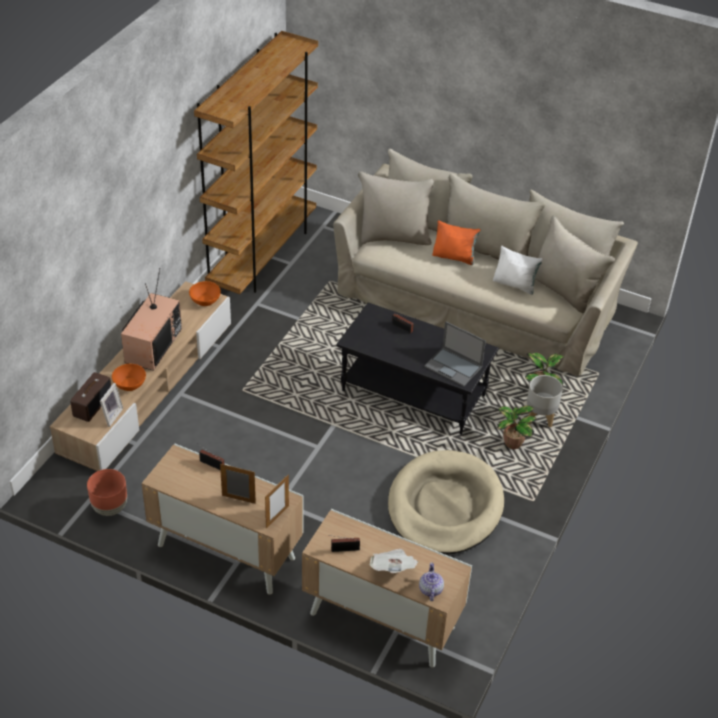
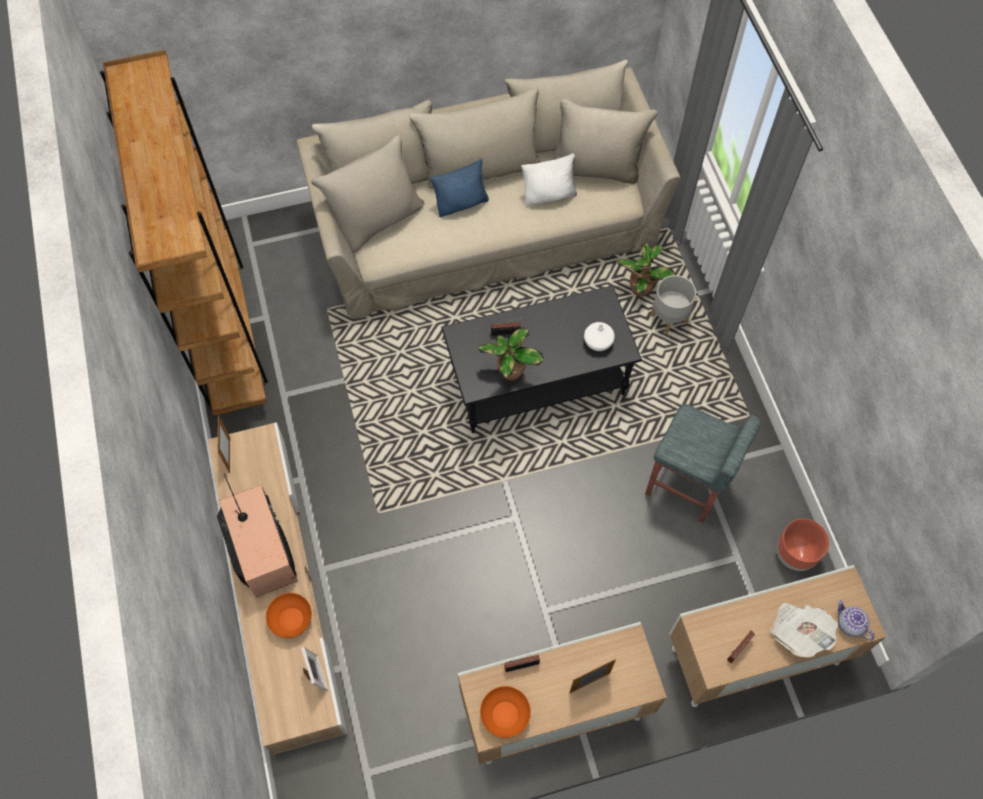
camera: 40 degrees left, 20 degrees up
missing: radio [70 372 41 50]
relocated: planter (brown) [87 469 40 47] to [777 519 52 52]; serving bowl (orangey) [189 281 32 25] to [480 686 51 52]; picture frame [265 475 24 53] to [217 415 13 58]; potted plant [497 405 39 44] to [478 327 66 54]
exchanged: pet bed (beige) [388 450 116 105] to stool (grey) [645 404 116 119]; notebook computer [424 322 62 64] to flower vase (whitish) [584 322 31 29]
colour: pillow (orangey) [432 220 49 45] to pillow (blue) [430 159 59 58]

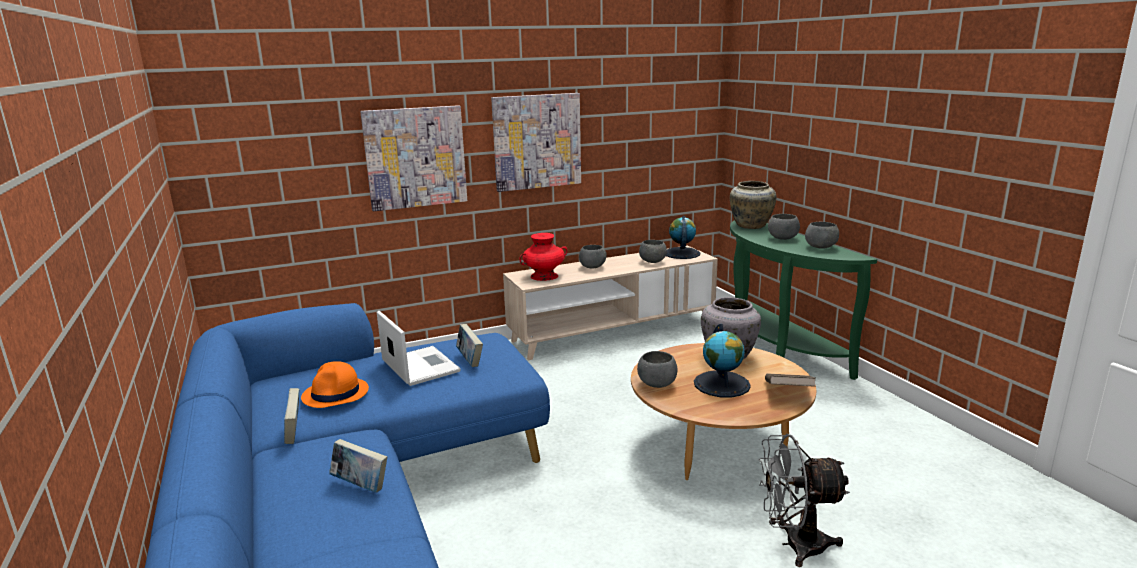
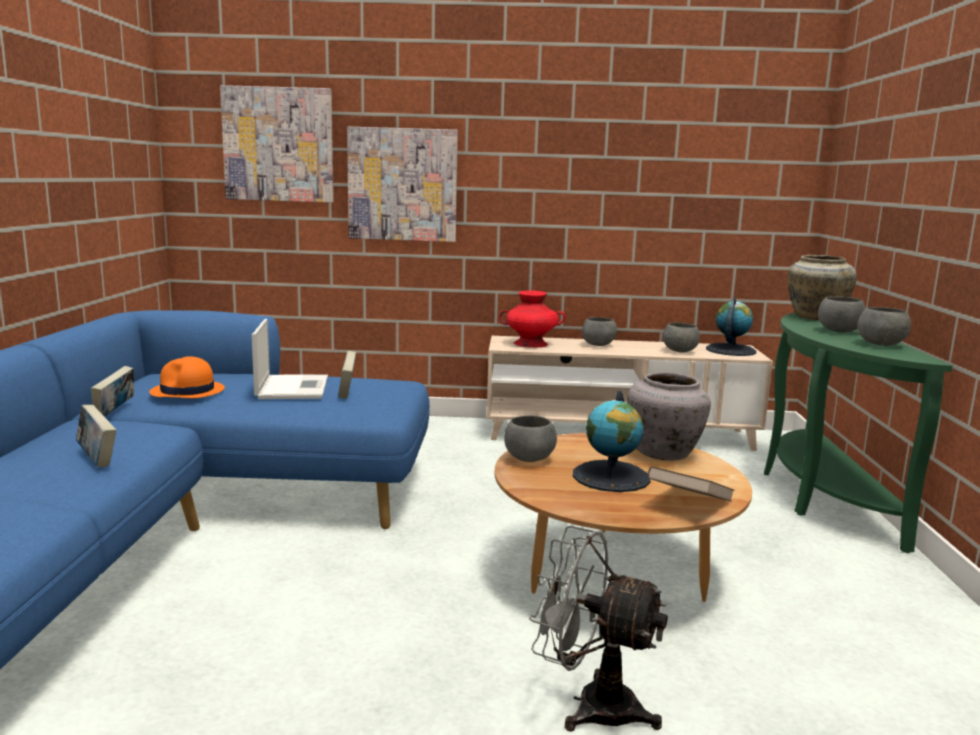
camera: 25 degrees right, 5 degrees down
relocated: picture [491 93 90 99] to [220 85 114 118]

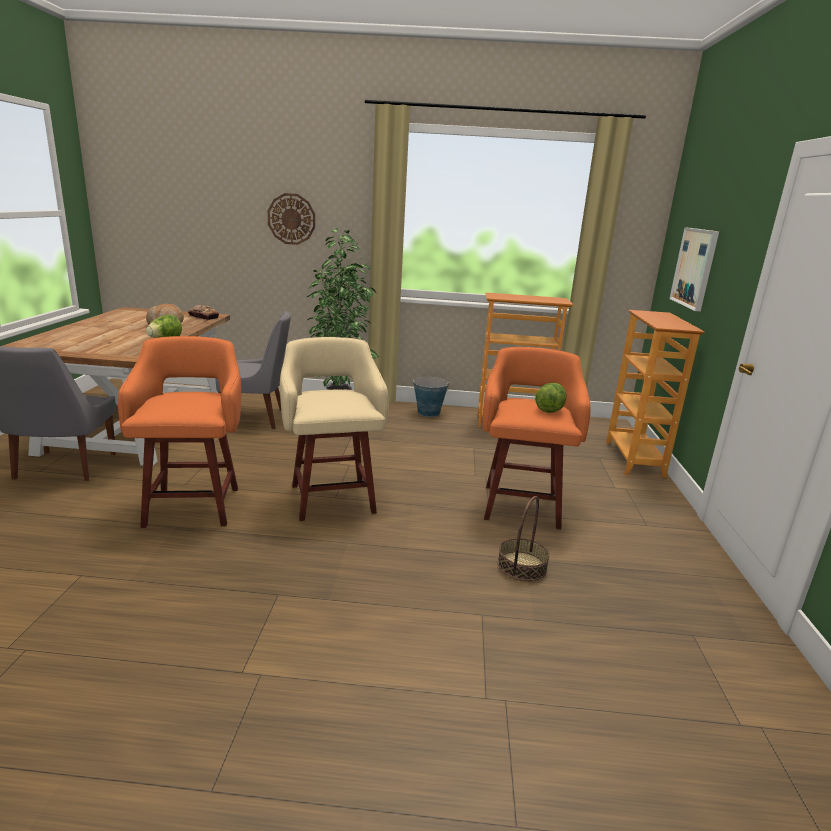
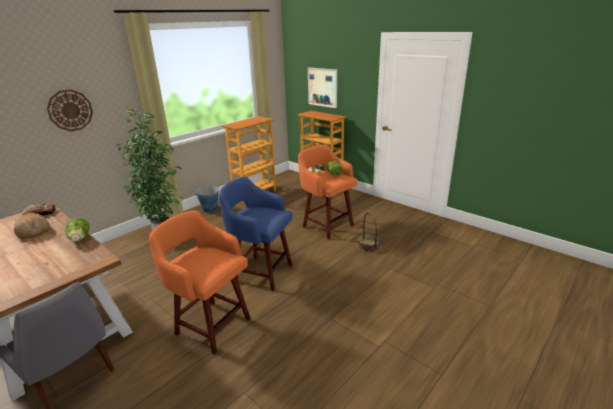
camera: 50 degrees left, 5 degrees up
missing: chair (grey) [216 311 75 118]
colour: stool (beige) [280 337 109 184] to stool (blue) [219 177 74 114]

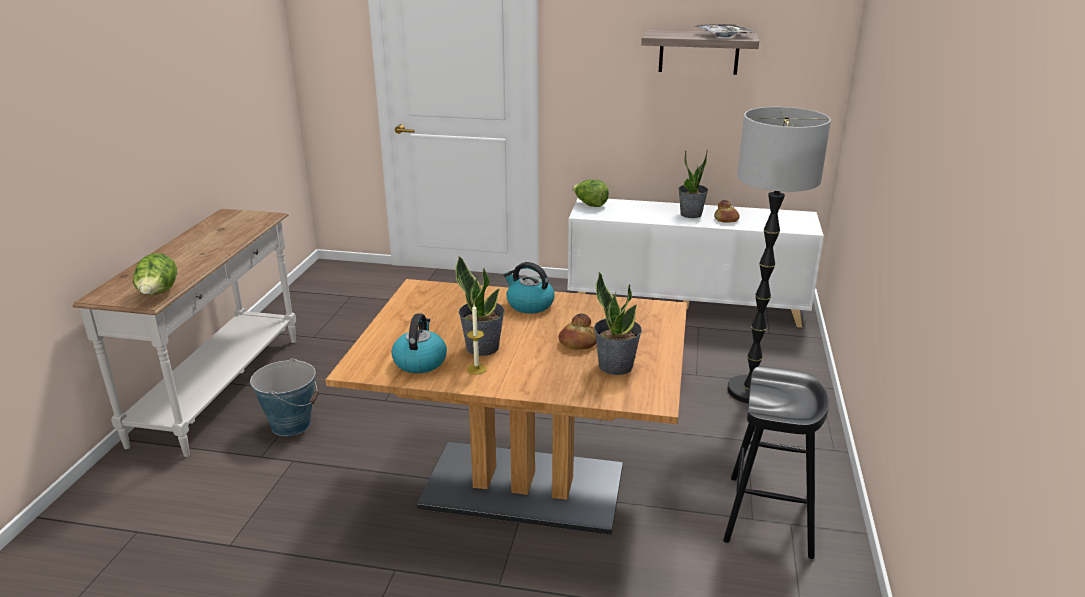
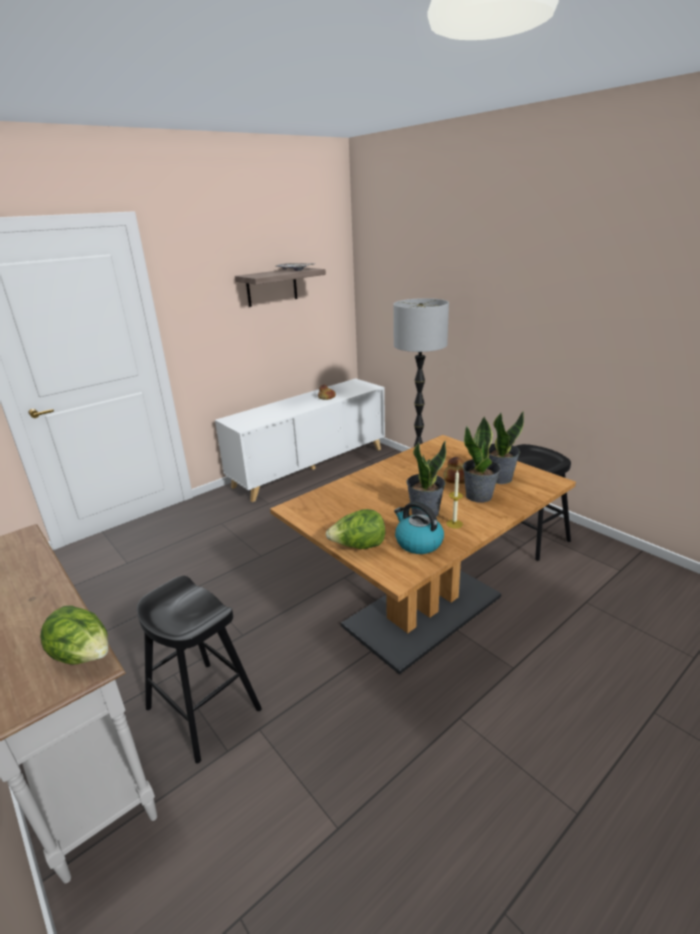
camera: 50 degrees left, 0 degrees up
missing: kettle [504 262 51 51]
relocated: head of lettuce [572 180 37 27] to [326 509 59 40]; potted plant [678 150 30 68] to [463 416 37 87]
exchanged: pail [250 358 69 78] to stool (black) [137 576 125 188]

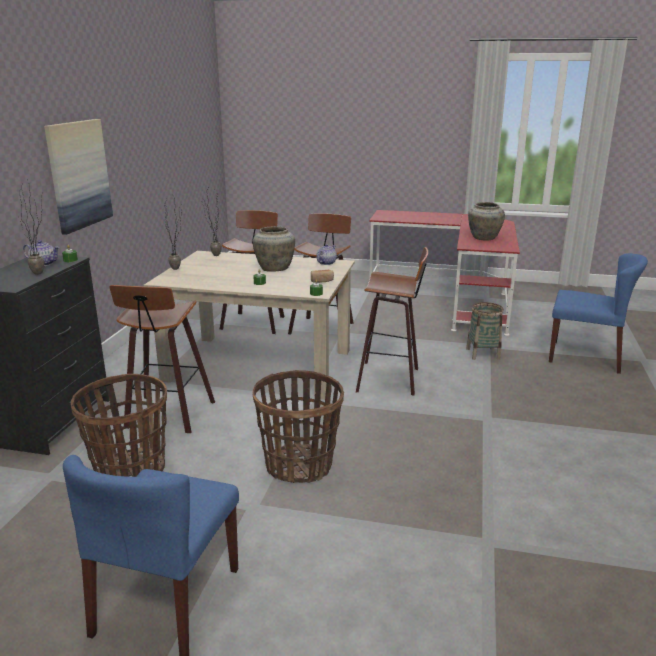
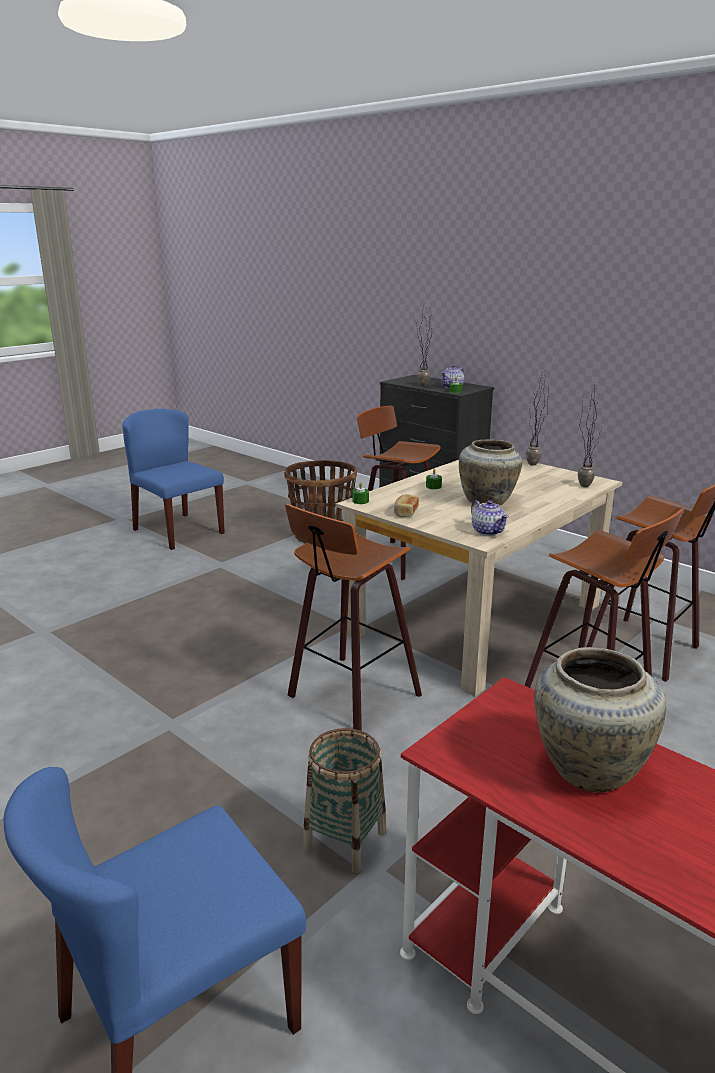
camera: 120 degrees right, 0 degrees up
missing: picture [44 119 69 116]; storage basket [252 370 92 113]

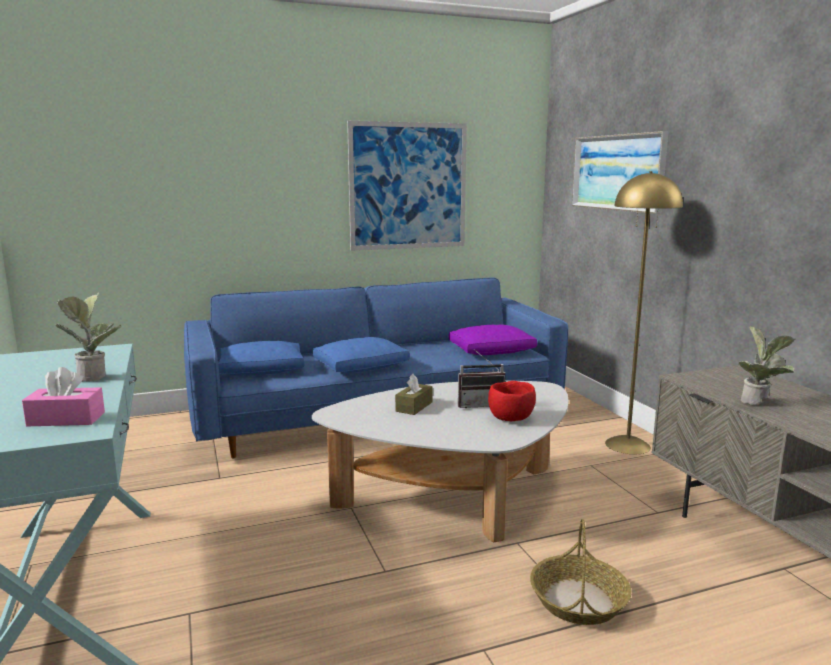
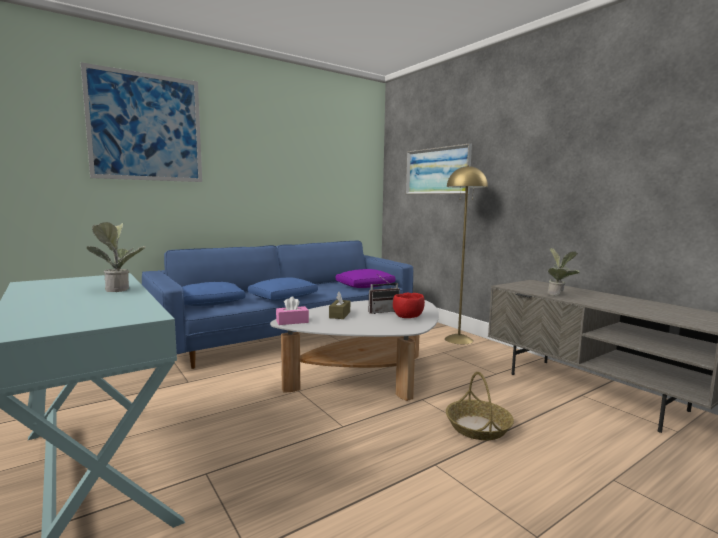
camera: 15 degrees left, 5 degrees down
relocated: tissue box (pink) [22 367 83 59] to [276 297 33 28]; picture [347 121 120 130] to [81 62 121 120]

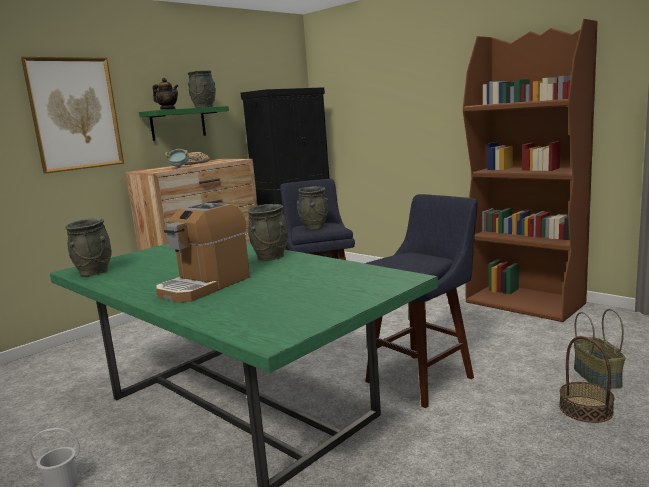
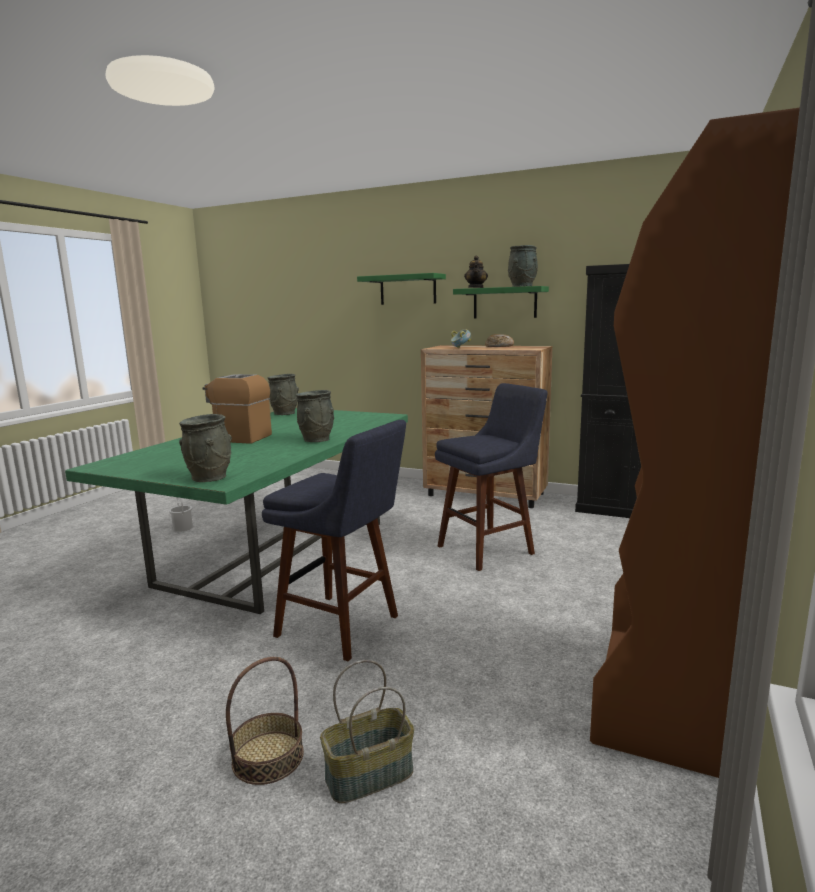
camera: 70 degrees right, 0 degrees up
relocated: flower vase (grey) [297 186 31 44] to [179 414 53 68]
exchanged: picture [21 57 103 117] to wall shelf (green) [357 273 89 32]

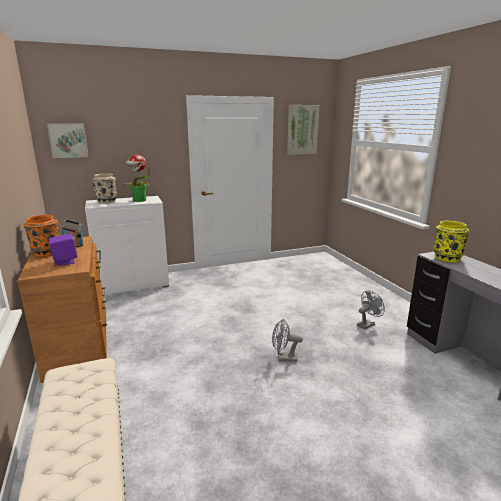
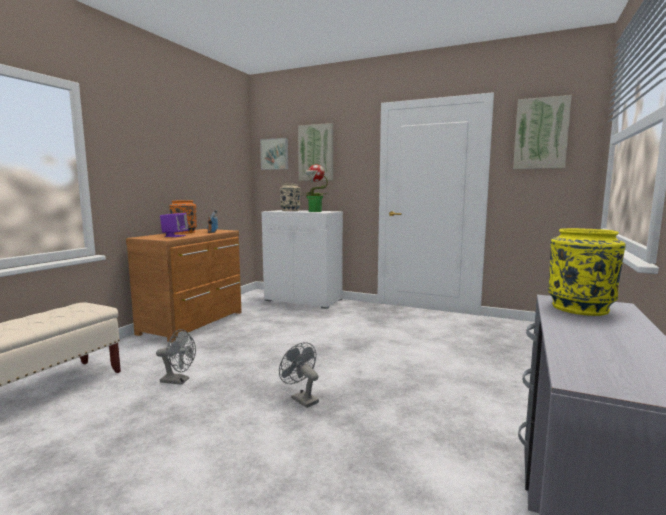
camera: 45 degrees right, 10 degrees down
appeared: picture [298 123 35 58]
relocated: cooling fan (grey) [357 291 28 38] to [156 329 40 56]

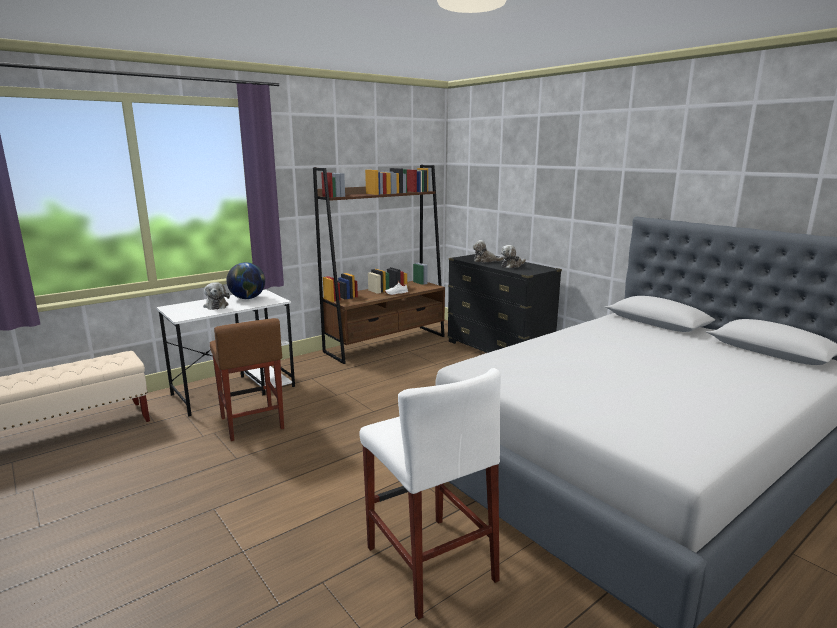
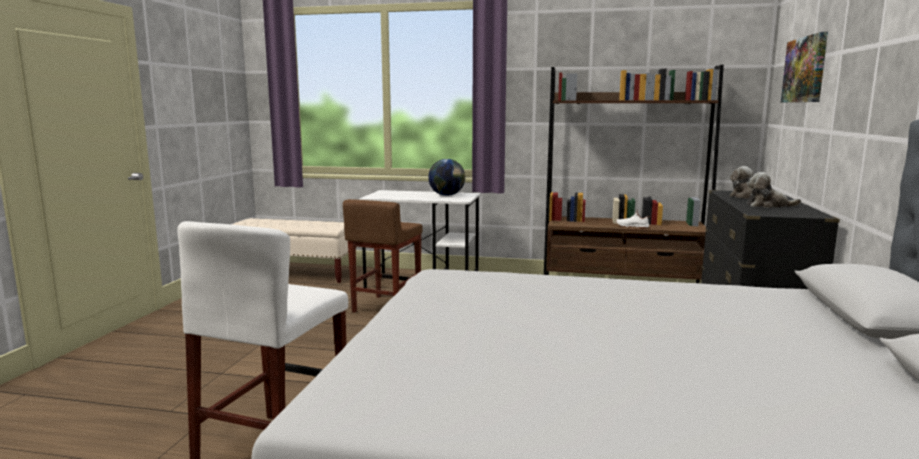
camera: 50 degrees right, 5 degrees down
missing: plush toy [203 282 27 28]
appeared: picture [781 32 47 70]

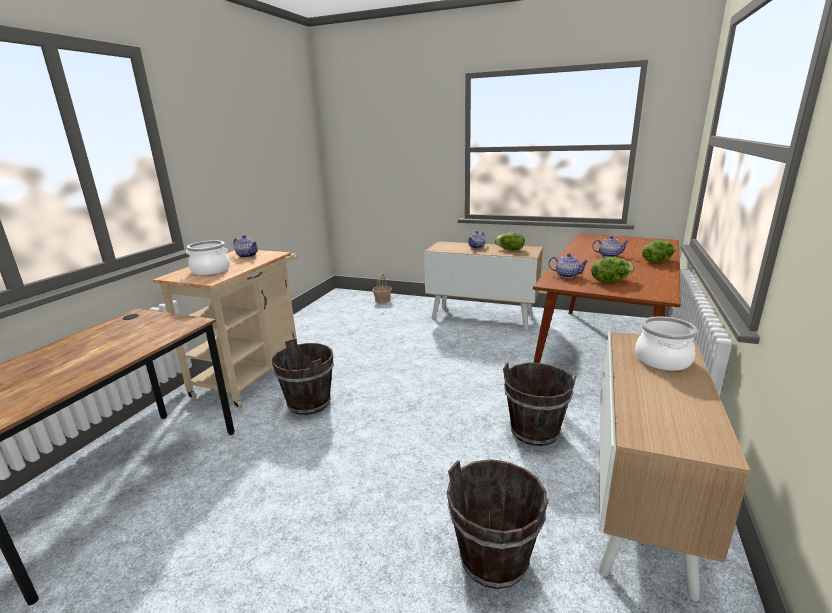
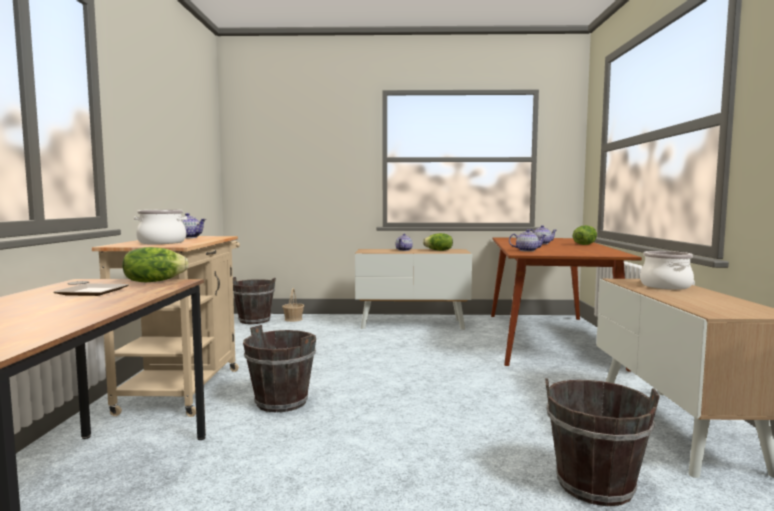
camera: 20 degrees left, 15 degrees down
appeared: plate [53 283 76 13]
relocated: pail (brown) [503 363 74 83] to [233 277 43 47]; head of lettuce [591 257 43 25] to [122 247 67 36]

